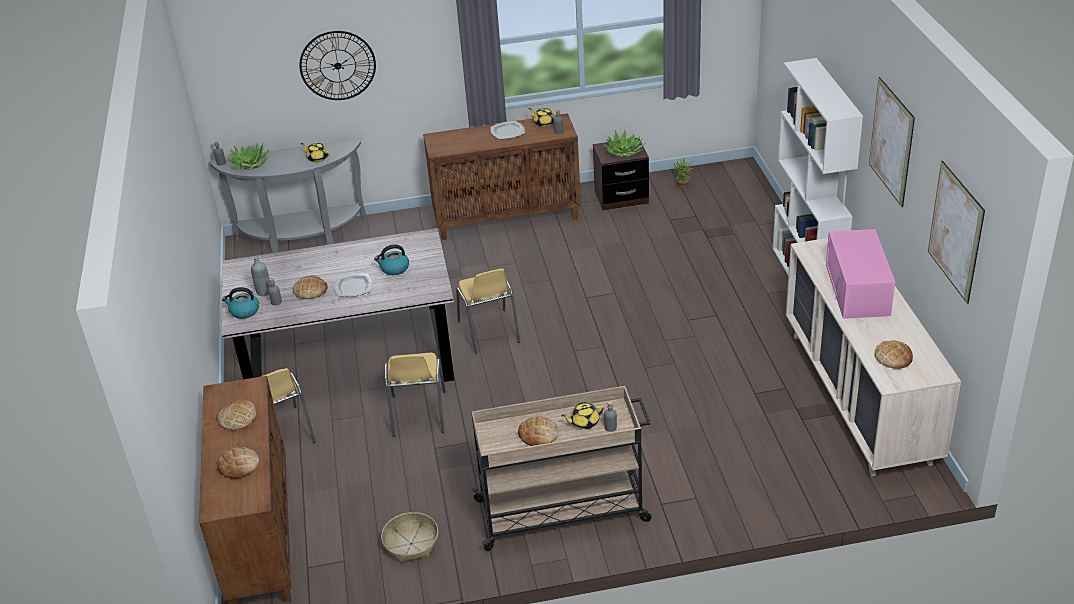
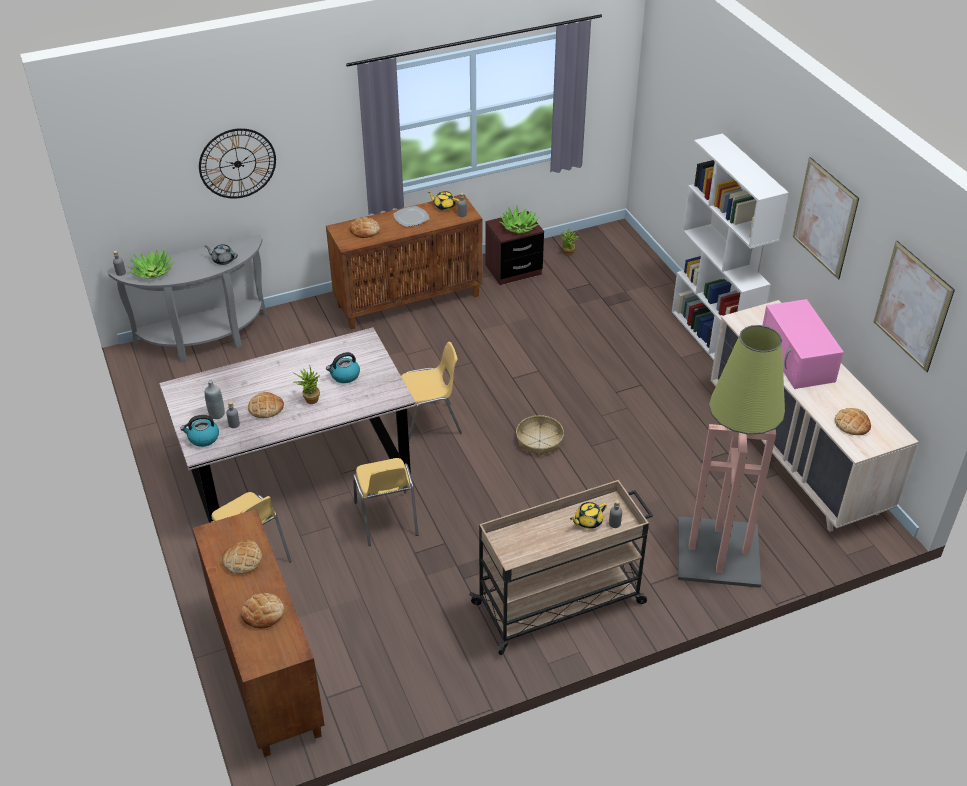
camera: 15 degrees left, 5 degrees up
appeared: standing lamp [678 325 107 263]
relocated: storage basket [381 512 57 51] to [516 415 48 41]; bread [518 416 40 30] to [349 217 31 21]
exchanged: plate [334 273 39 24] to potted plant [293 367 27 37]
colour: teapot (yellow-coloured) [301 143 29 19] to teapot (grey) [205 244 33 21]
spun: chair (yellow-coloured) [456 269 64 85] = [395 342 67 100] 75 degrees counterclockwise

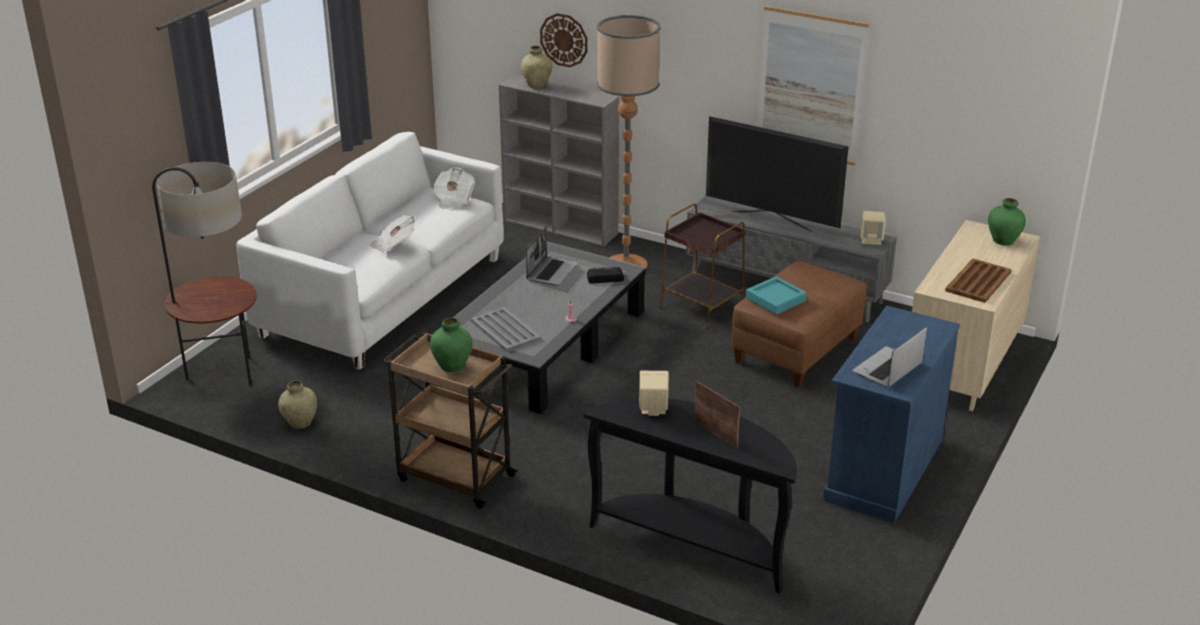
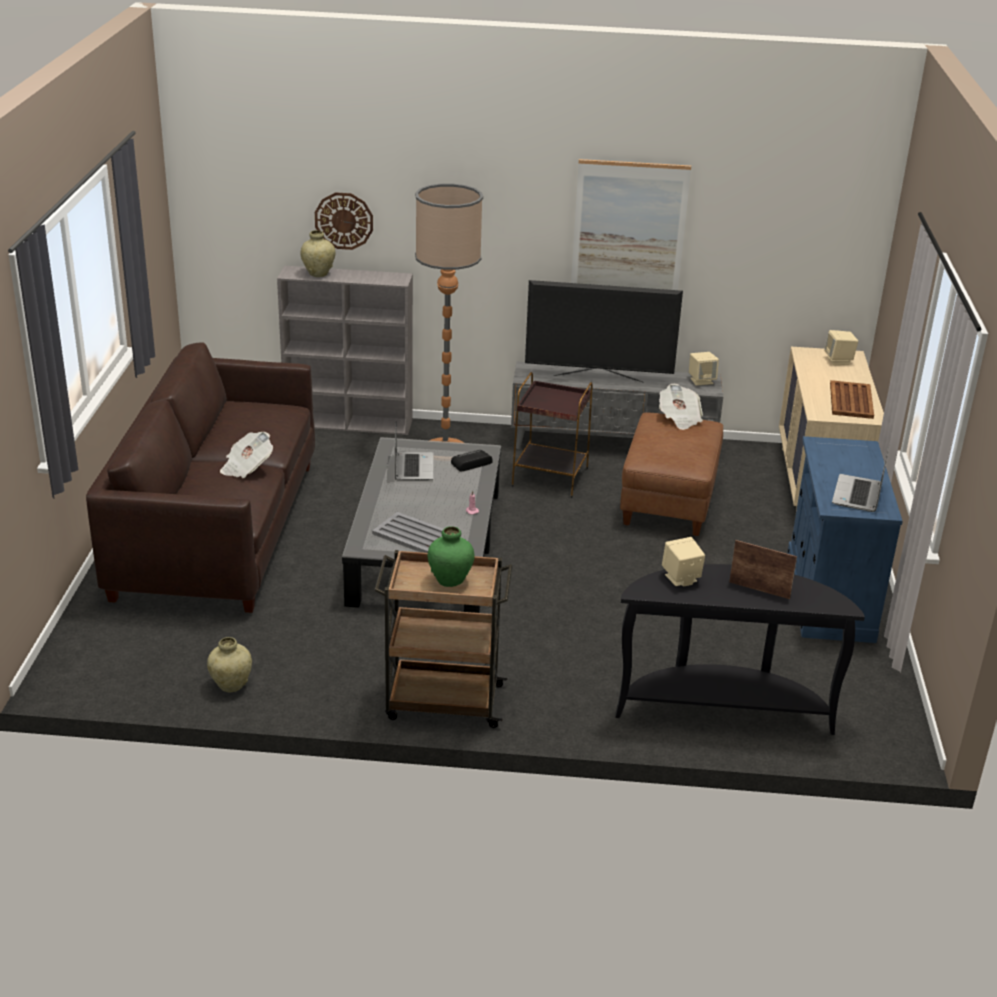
camera: 25 degrees left, 0 degrees up
missing: standing lamp [152 162 105 224]; serving tray (turquoise-coloured) [746 276 61 39]
relocated: daily paper [433 167 42 42] to [659 384 44 46]
exchanged: flower vase (green) [988 198 38 48] to speaker (beige) [824 330 34 35]
colour: couch (whitish) [237 132 267 238] to couch (brown) [86 342 229 271]

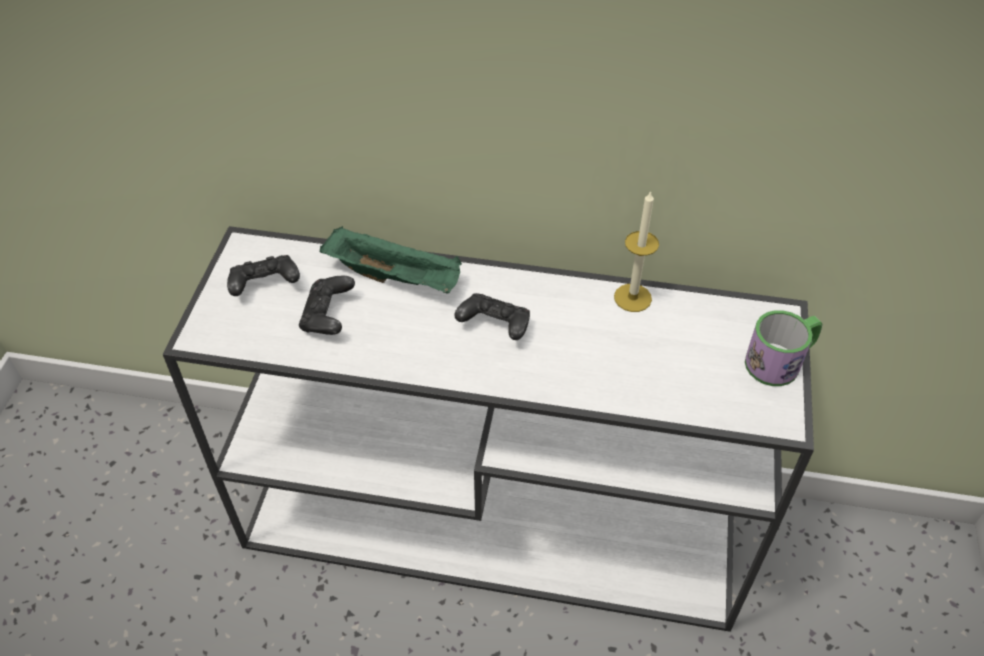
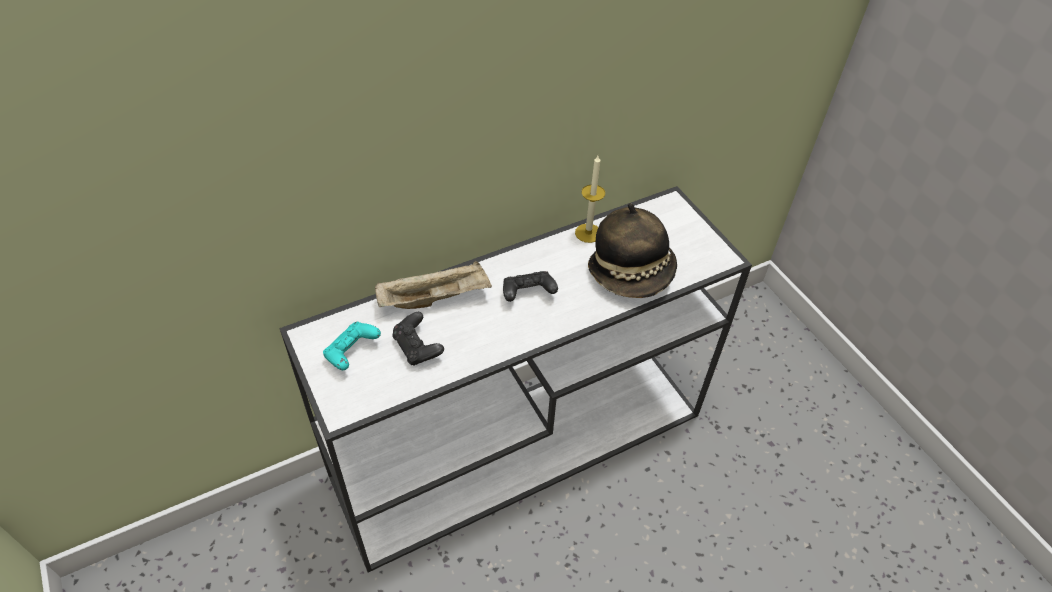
camera: 40 degrees left, 0 degrees up
missing: mug [745 310 77 76]
appeared: wearable hat [588 203 89 95]
colour: game controller (black) [227 255 73 41] to game controller (turquoise-coloured) [323 322 58 48]; serving tray (green) [320 226 142 67] to serving tray (beige) [375 261 117 48]

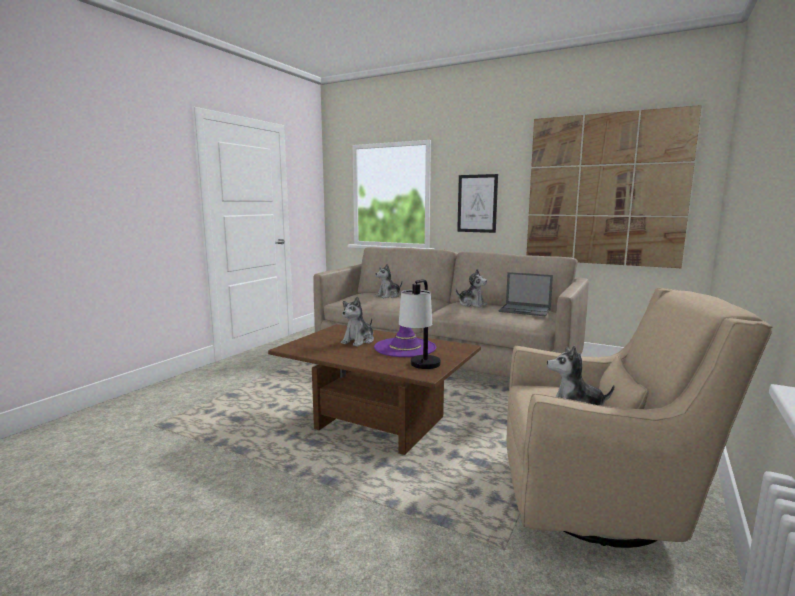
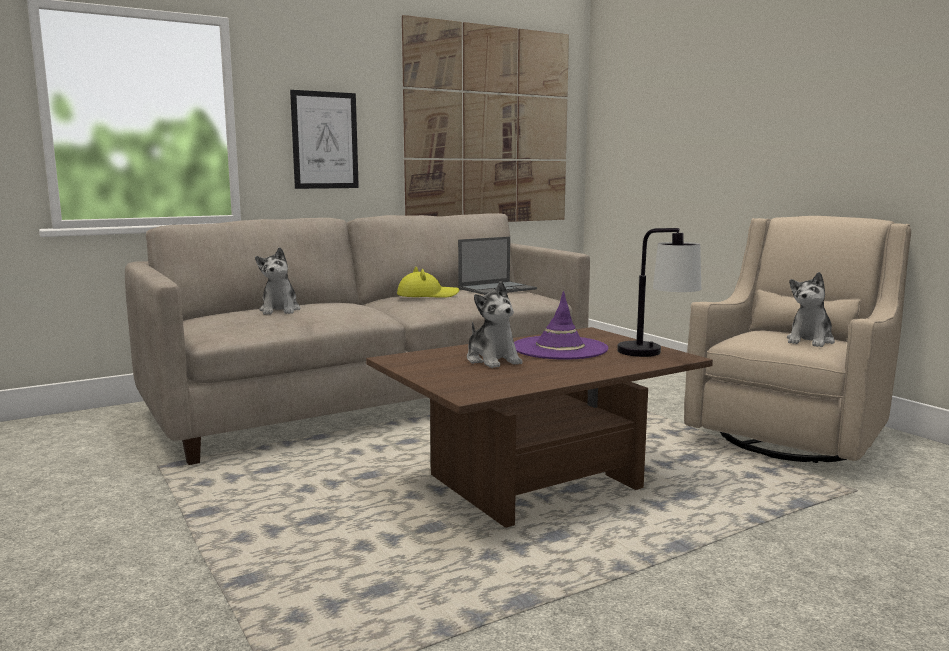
camera: 60 degrees left, 0 degrees up
exchanged: plush toy [456 269 31 39] to wearable hat (yellow-coloured) [397 267 62 31]

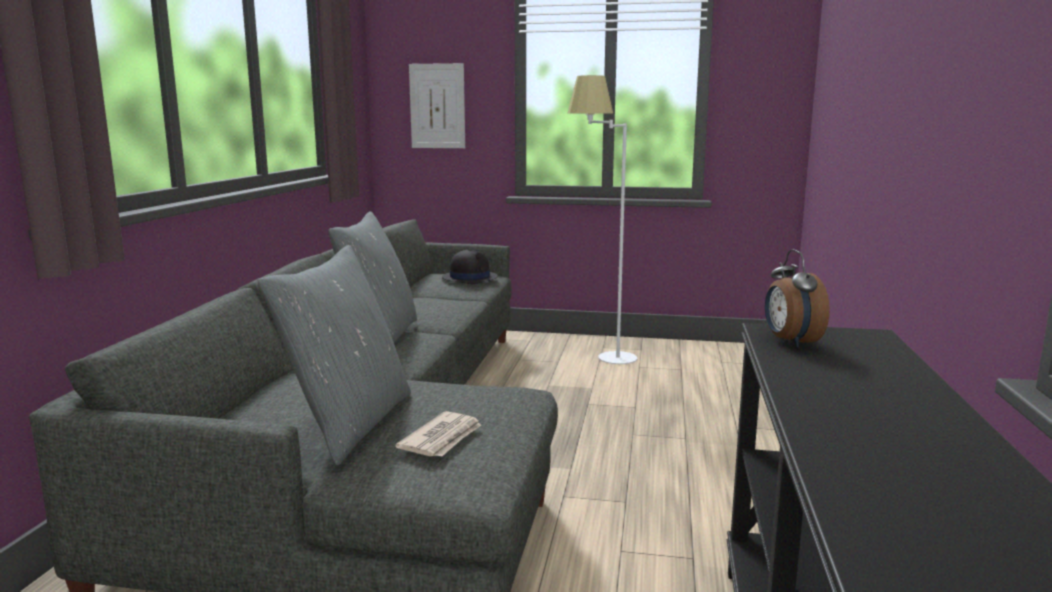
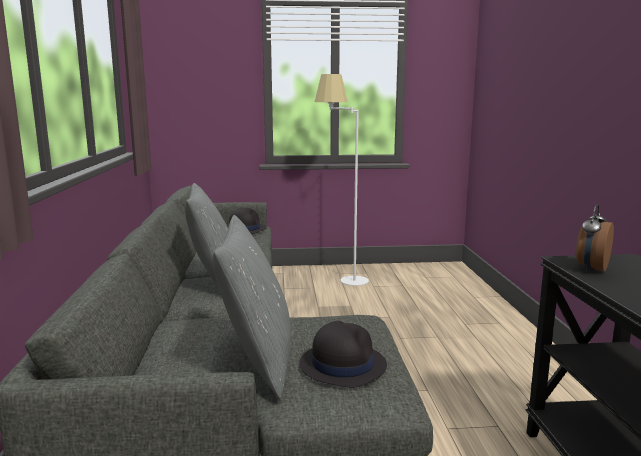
camera: 15 degrees left, 0 degrees up
missing: picture [409 63 56 85]
exchanged: daily paper [395 411 86 46] to wearable hat (black) [299 321 88 67]
spun: table clock [765 250 65 98] = [576 204 38 67] 60 degrees clockwise

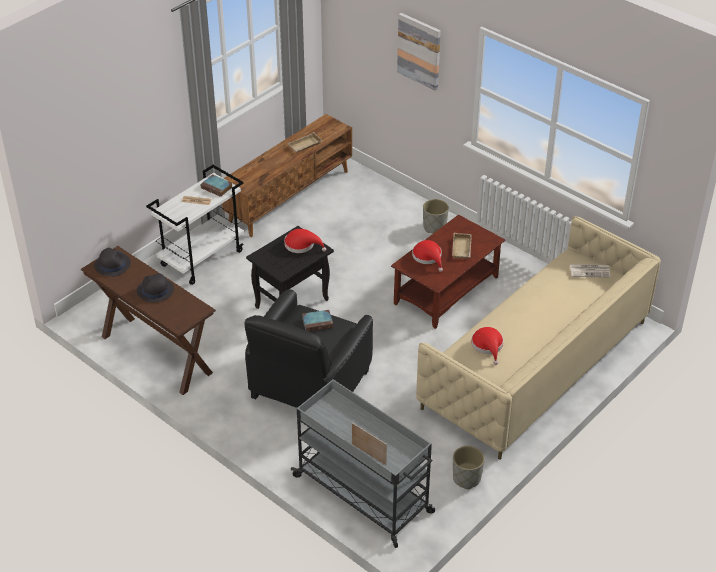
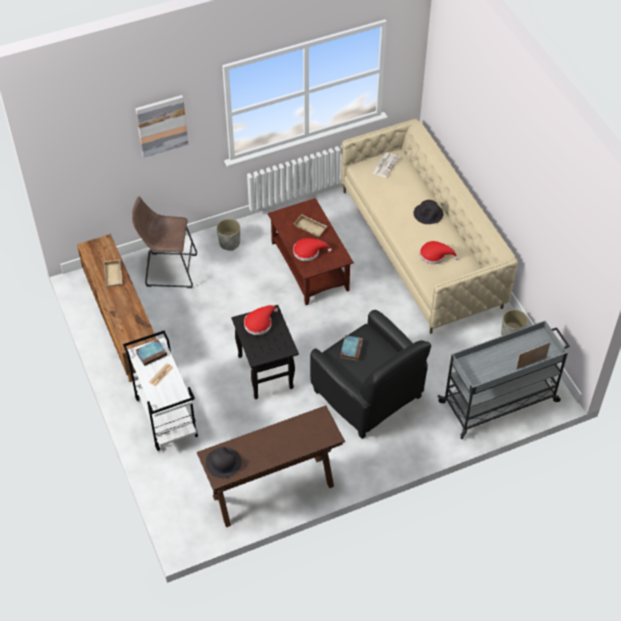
camera: 65 degrees left, 10 degrees up
appeared: stool (brown) [132 196 65 92]
relocated: wearable hat (black) [137 273 37 29] to [414 200 29 24]

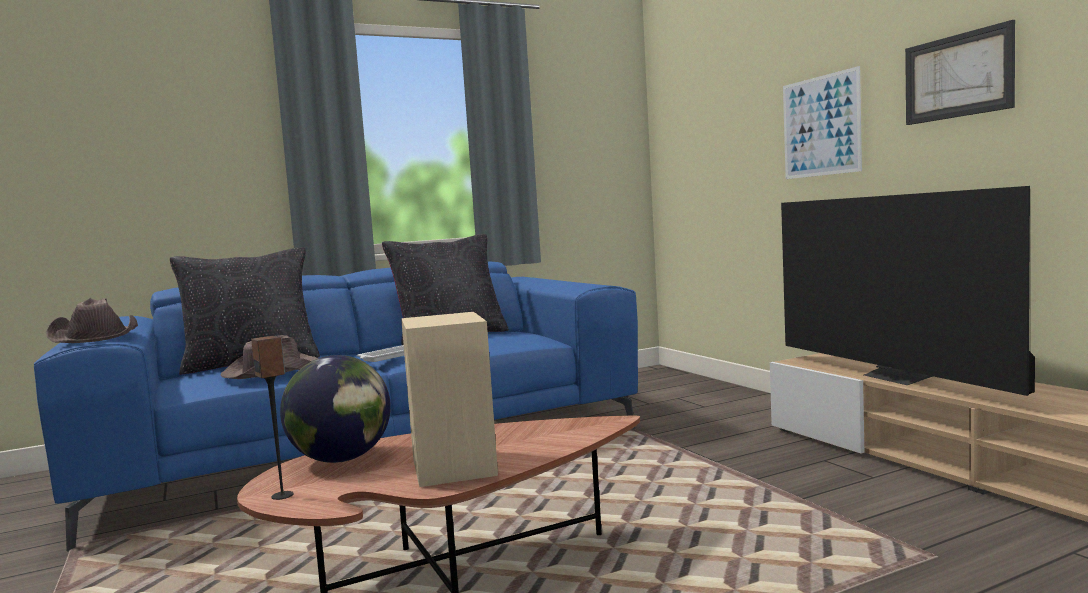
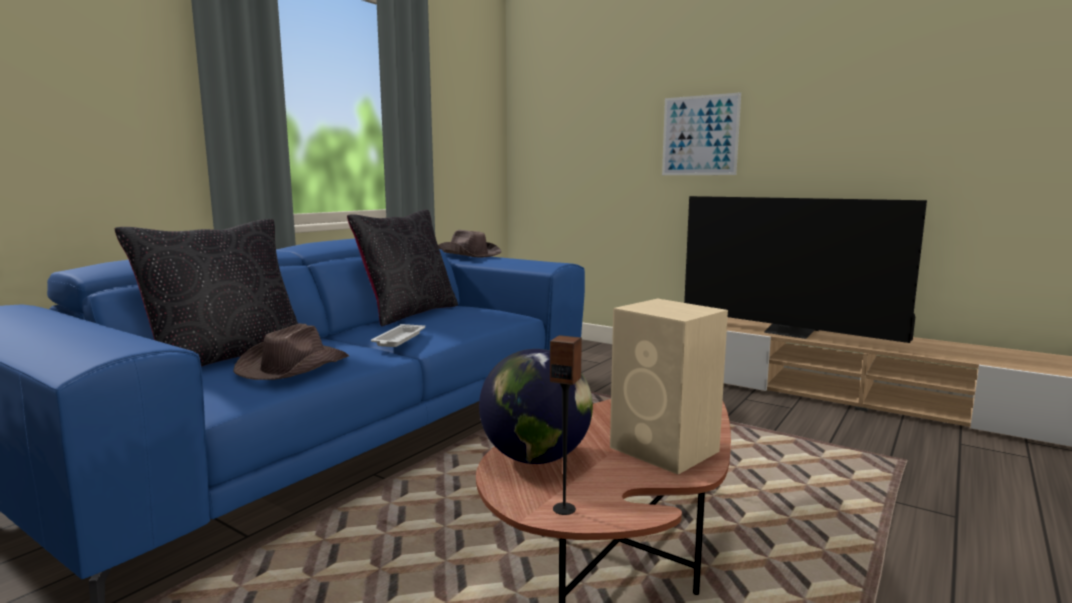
camera: 30 degrees left, 5 degrees up
missing: picture [905 20 110 105]
relocated: wearable hat (brown) [46 298 92 45] to [438 230 63 28]

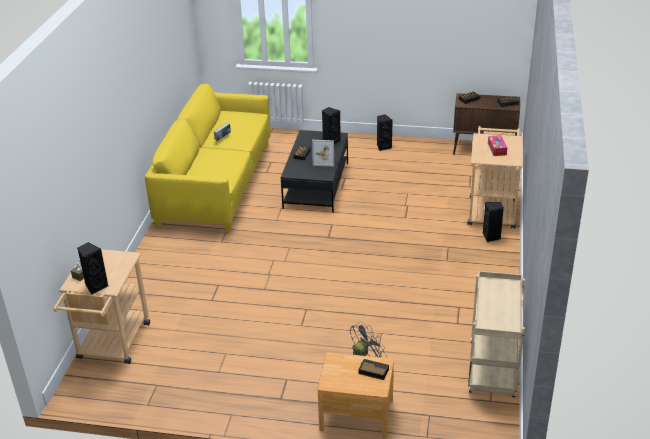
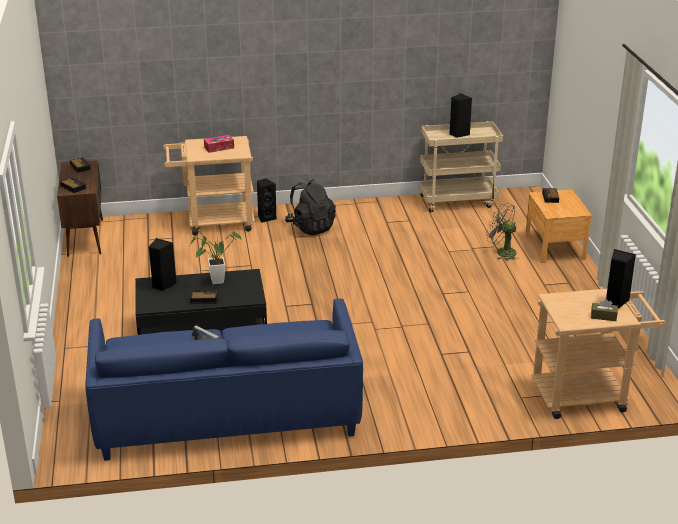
camera: 110 degrees left, 5 degrees down
appeared: rucksack (black) [285 179 51 56]
relocated: speaker (black) [377 114 16 37] to [449 93 23 45]
exchanged: picture frame [312 140 22 27] to potted plant [189 226 52 58]
colour: couch (yellow-coloured) [145 84 126 148] to couch (blue) [85 299 278 162]

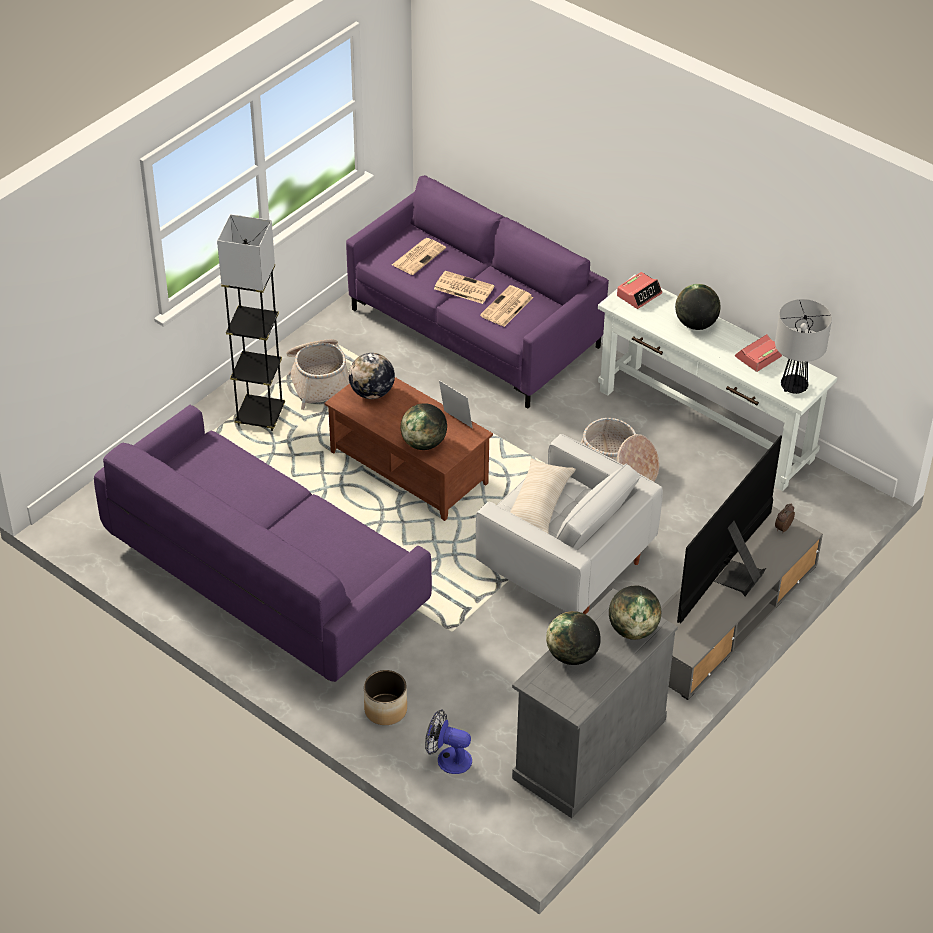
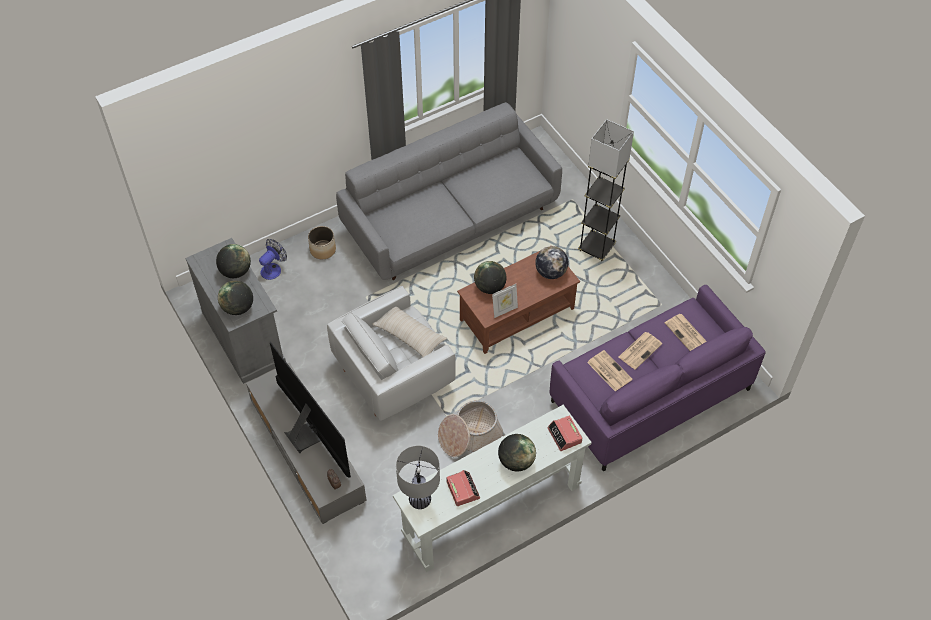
camera: 110 degrees right, 10 degrees up
missing: storage basket [287 339 62 71]
colour: couch (purple) [94 405 338 277] to couch (grey) [336 102 226 178]

